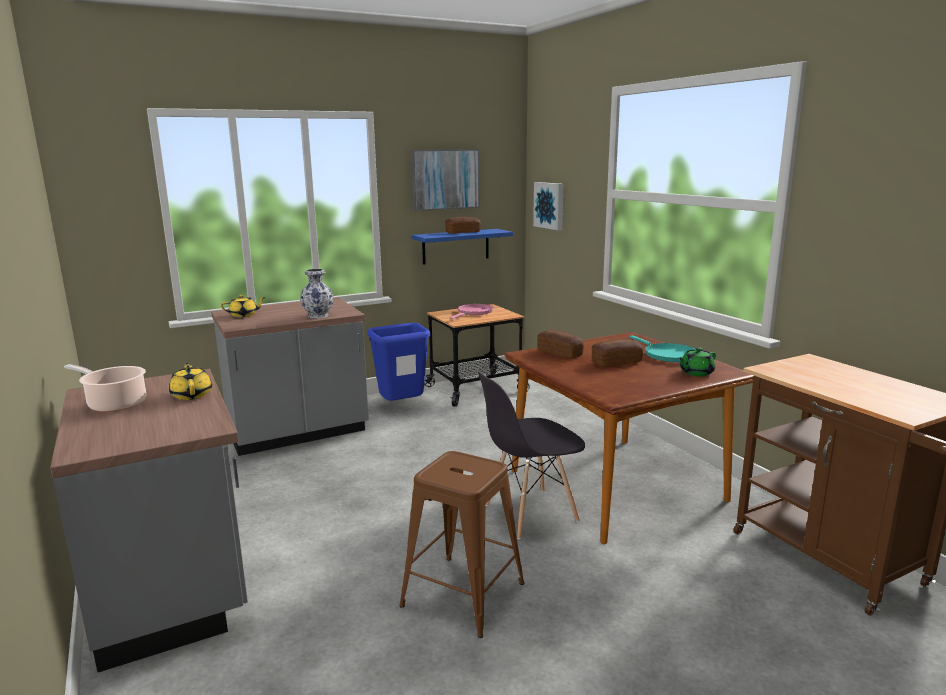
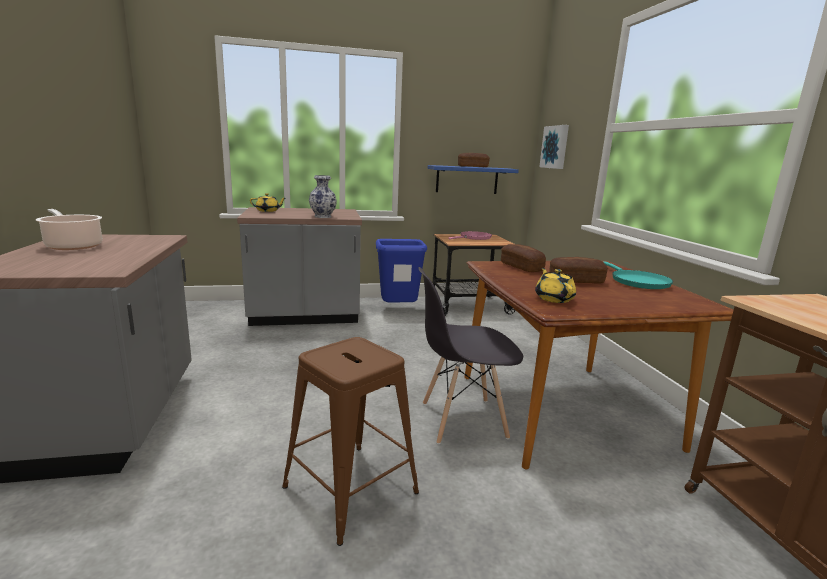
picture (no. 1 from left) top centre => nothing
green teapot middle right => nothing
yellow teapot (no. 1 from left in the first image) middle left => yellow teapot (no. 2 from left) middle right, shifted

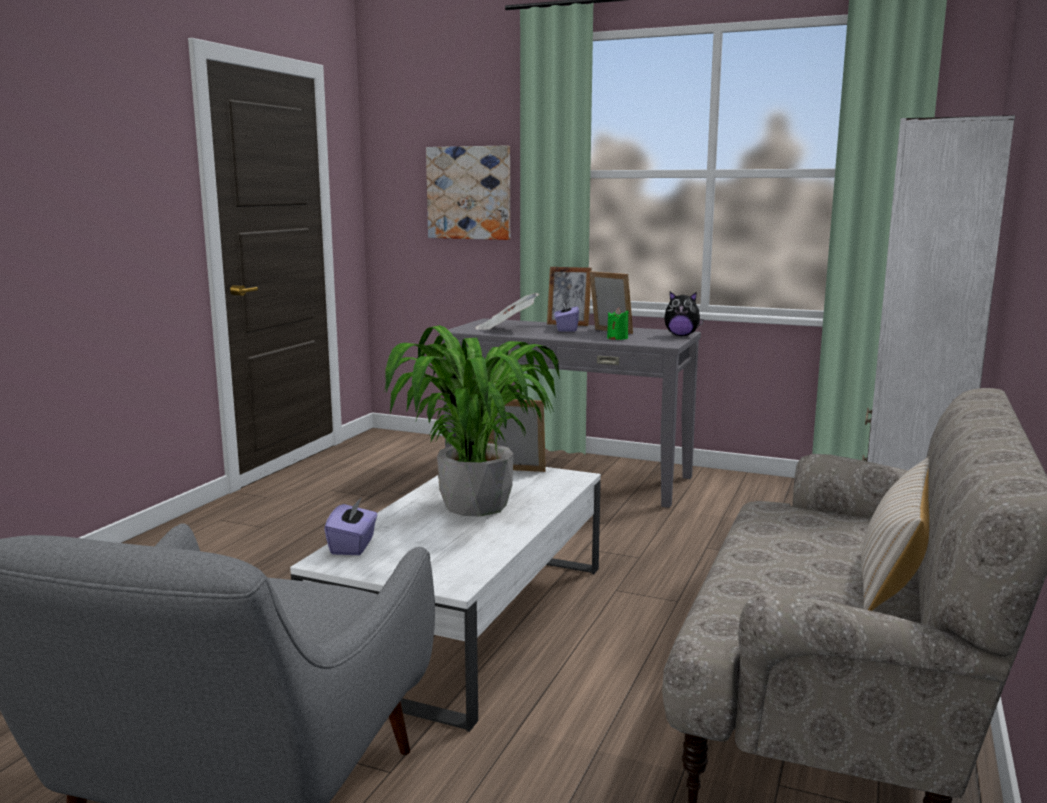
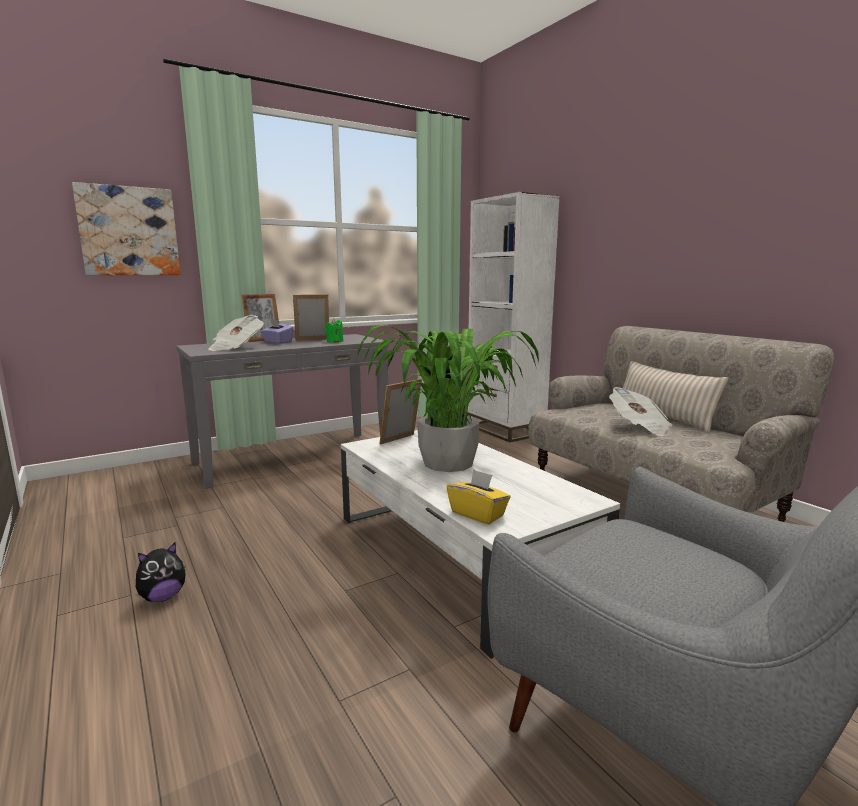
plush toy centre => plush toy bottom left, shifted
purple tissue box (no. 1 from left) centre => yellow tissue box centre
nothing => newspaper (no. 2 from left) middle right

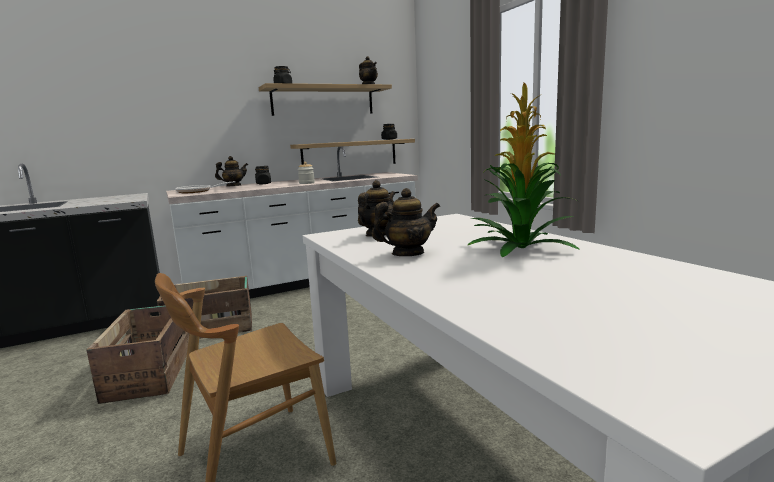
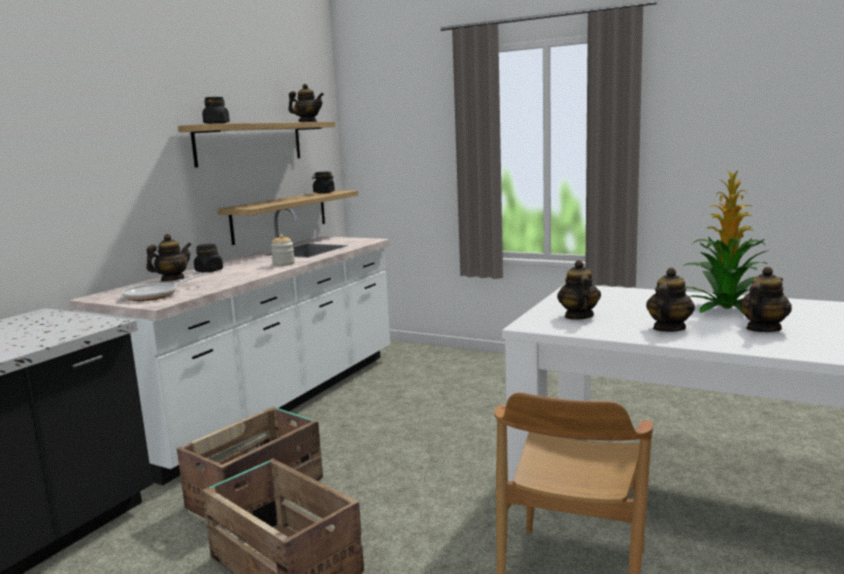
nothing => teapot (no. 5 from left) middle right

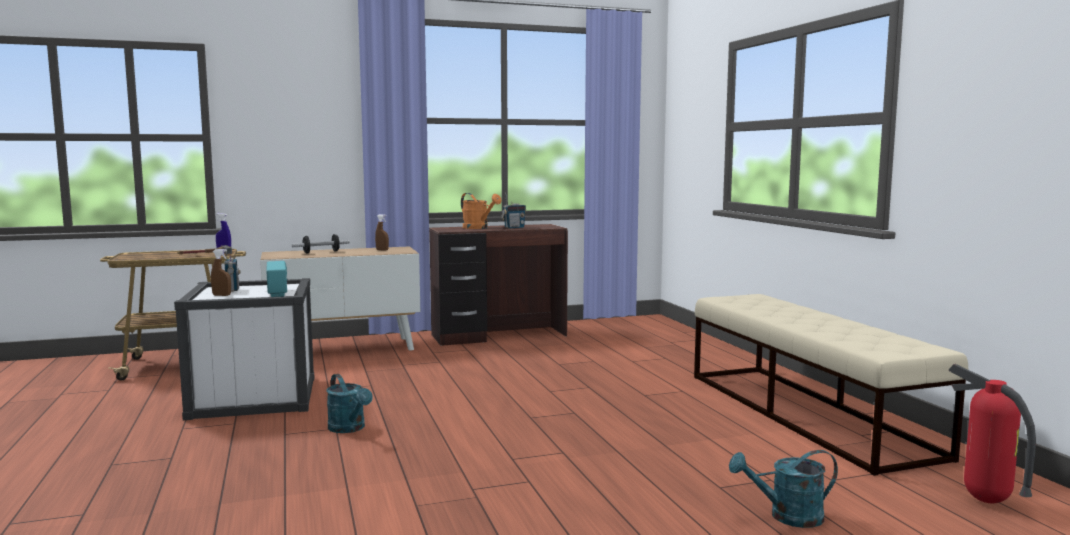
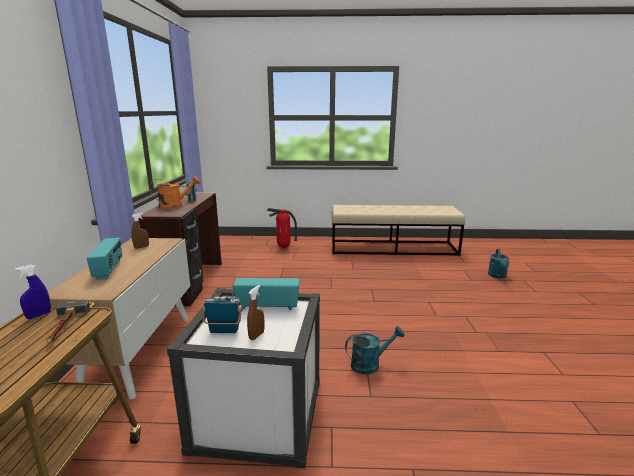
dumbbell middle left => radio (no. 1 from left) middle left
fire extinguisher bottom right => fire extinguisher centre, shifted

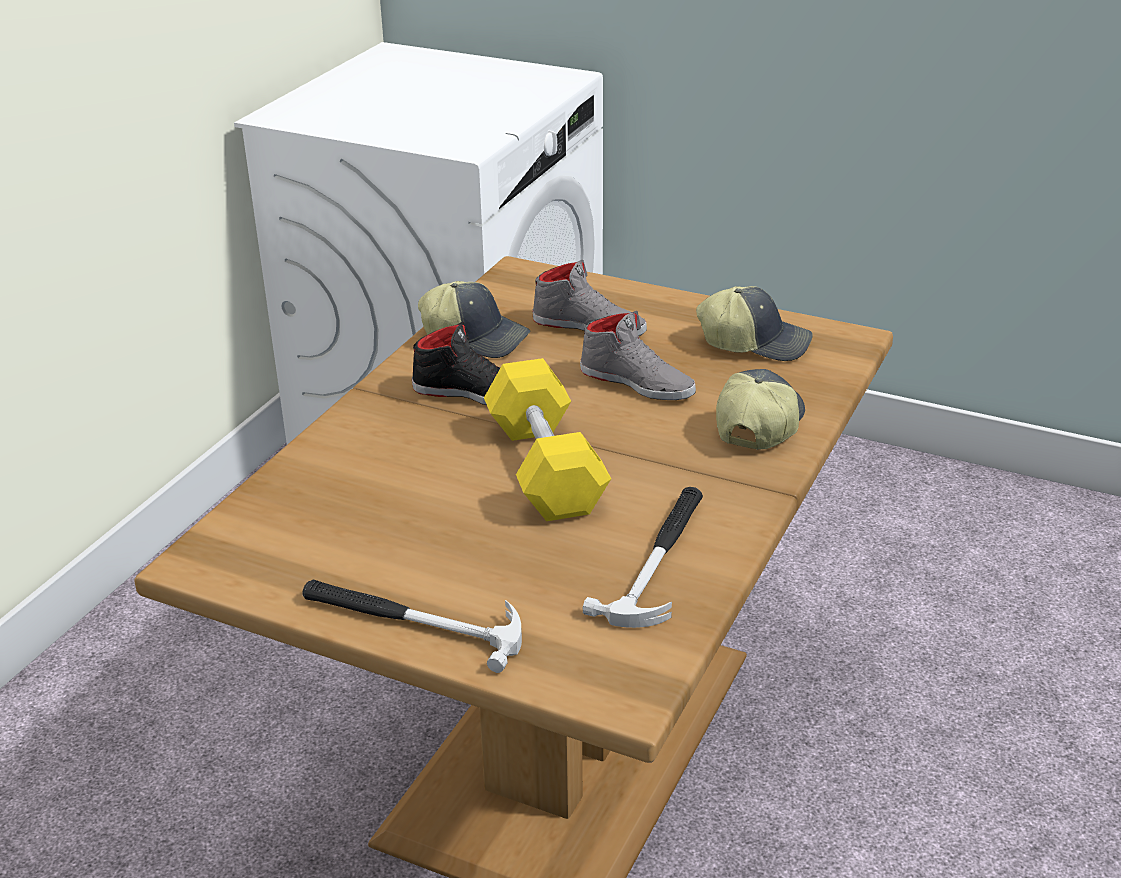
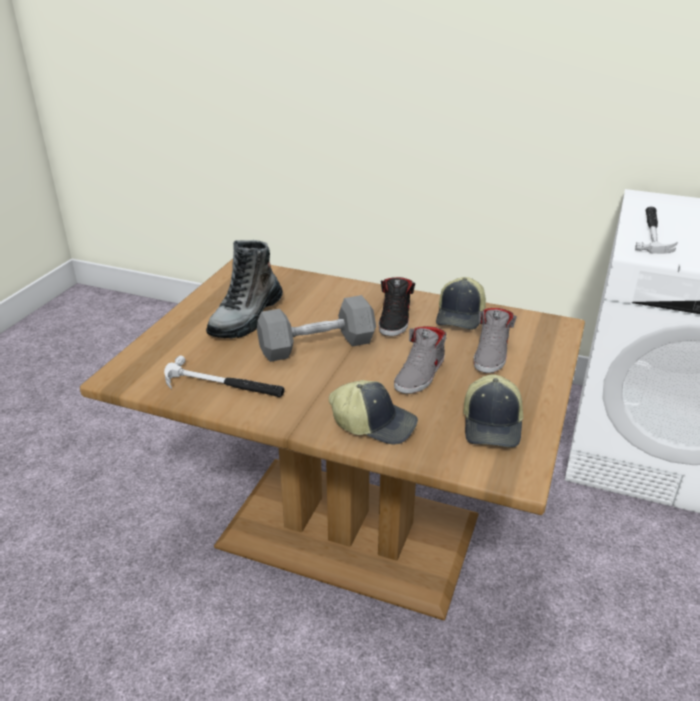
yellow dumbbell centre => grey dumbbell centre
hammer (no. 1 from left in the first image) bottom centre => hammer (no. 2 from left) top right, shifted
nothing => boot centre

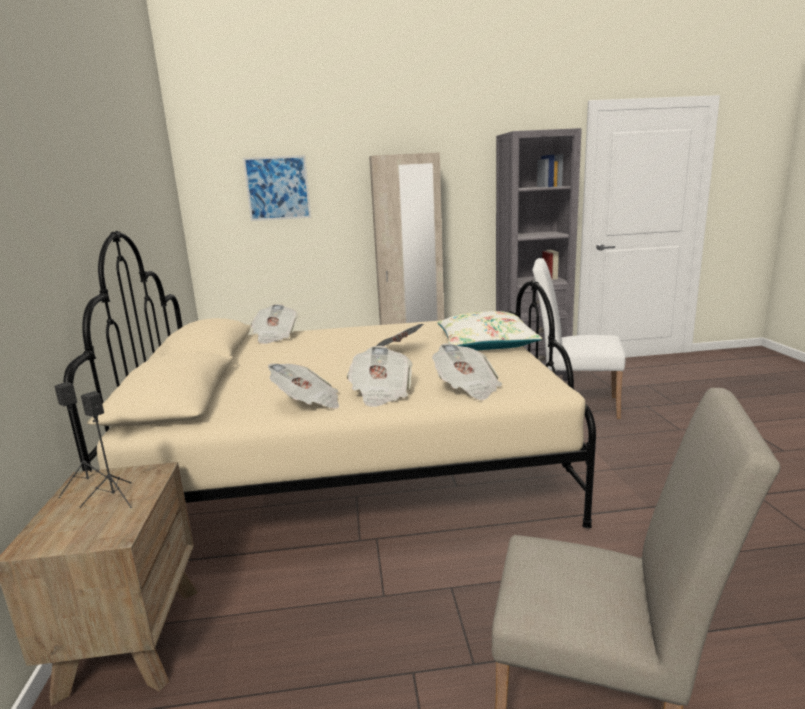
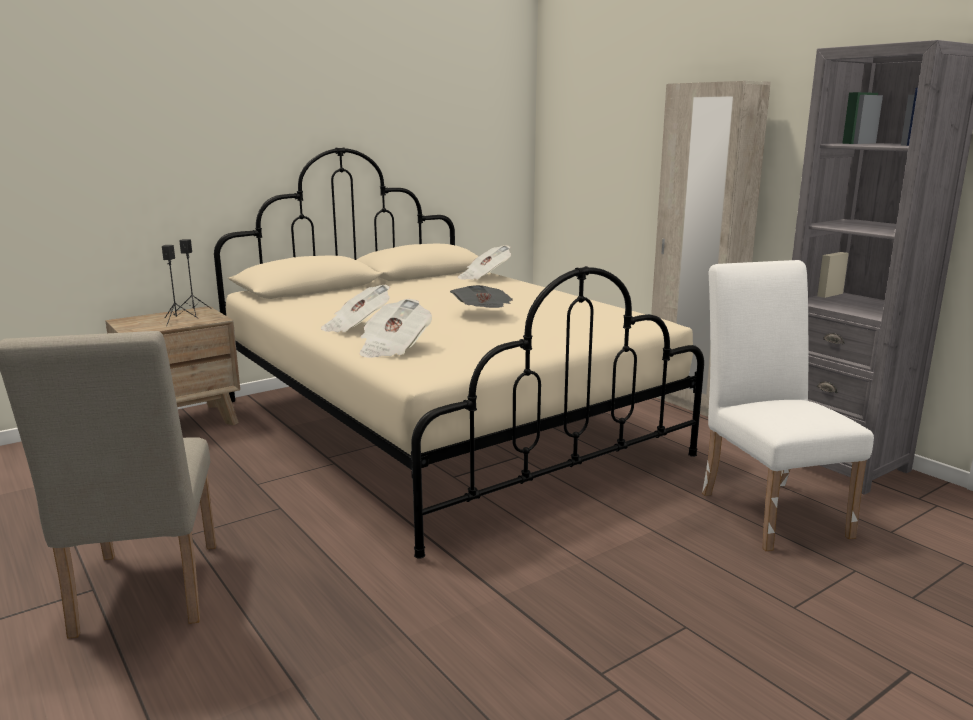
picture top centre => nothing
white pillow centre => nothing
newspaper (no. 2 from left) centre => nothing

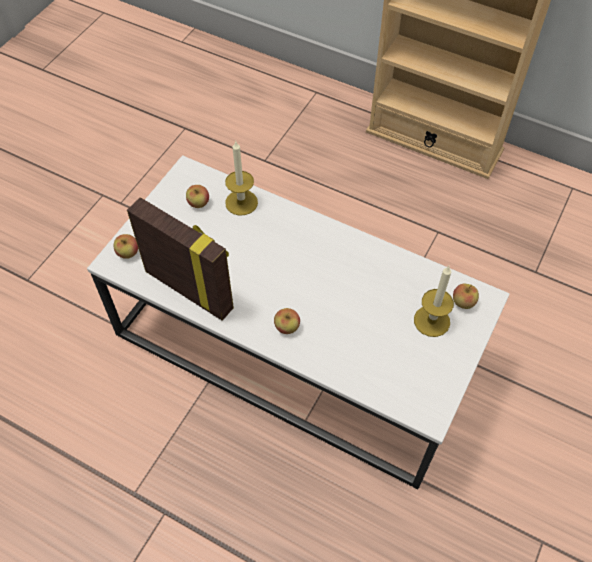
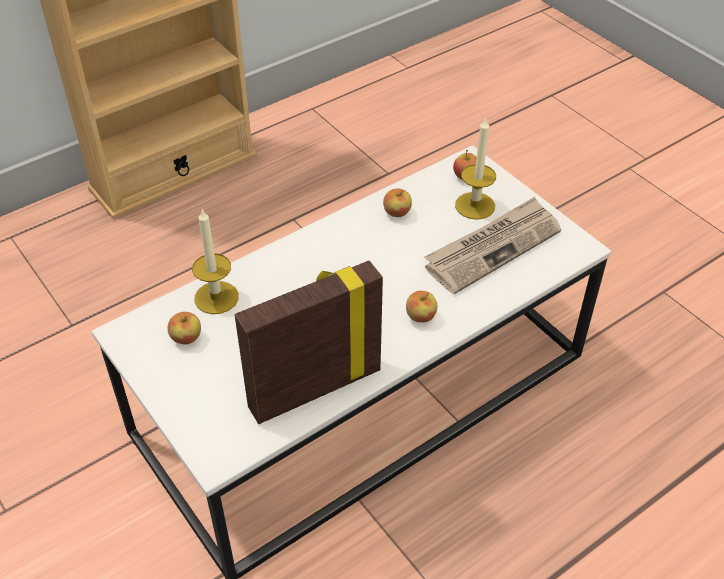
apple (no. 1 from left in the first image) middle left => apple (no. 2 from left) centre, shifted
nothing => newspaper middle right

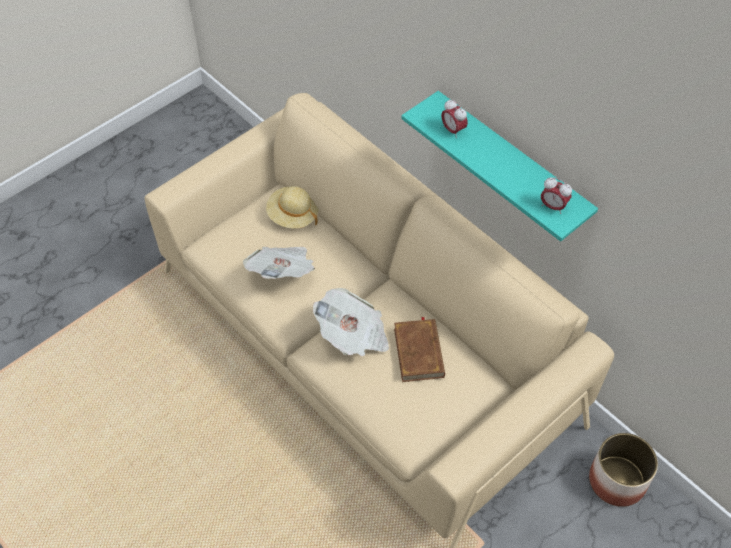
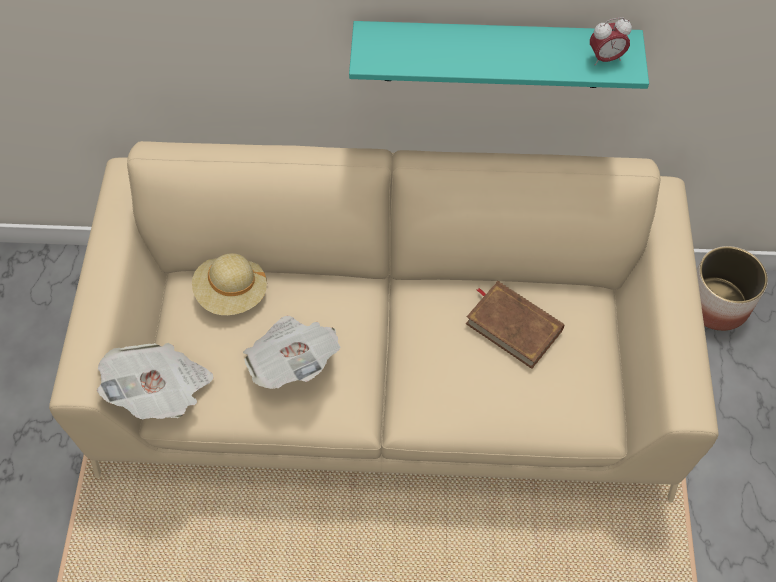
alarm clock (no. 1 from left) top centre => nothing
newspaper (no. 2 from left in the first image) centre => newspaper (no. 1 from left) middle left, shifted

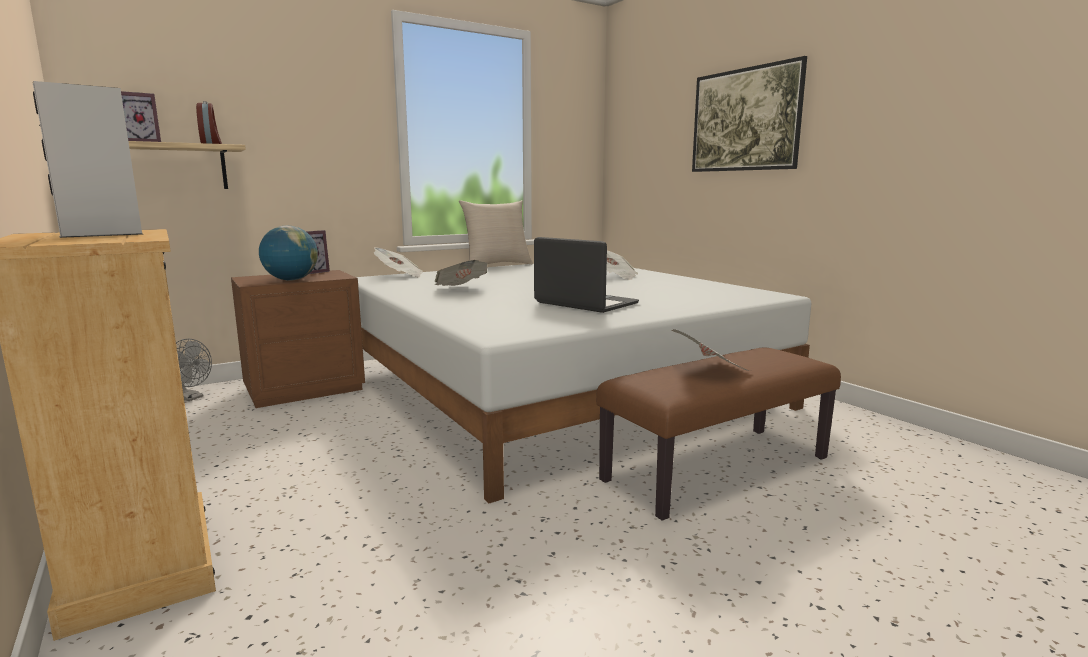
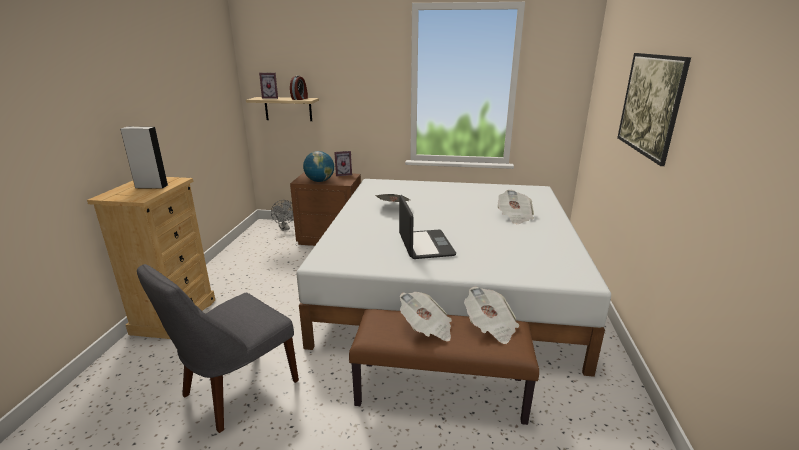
beige pillow centre => nothing
newspaper (no. 1 from left in the first image) centre => newspaper (no. 3 from left) bottom centre, shifted
nothing => grey chair bottom left

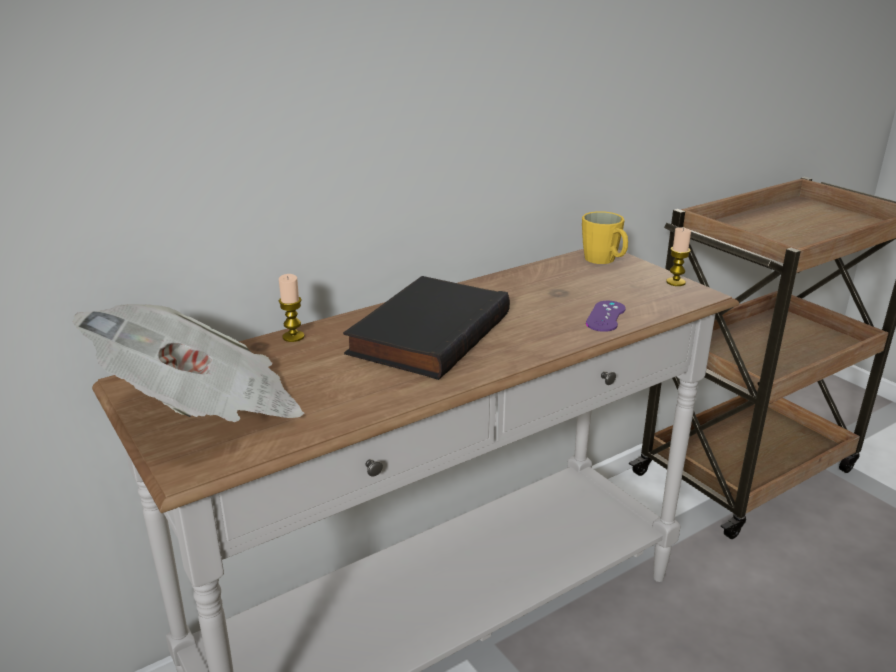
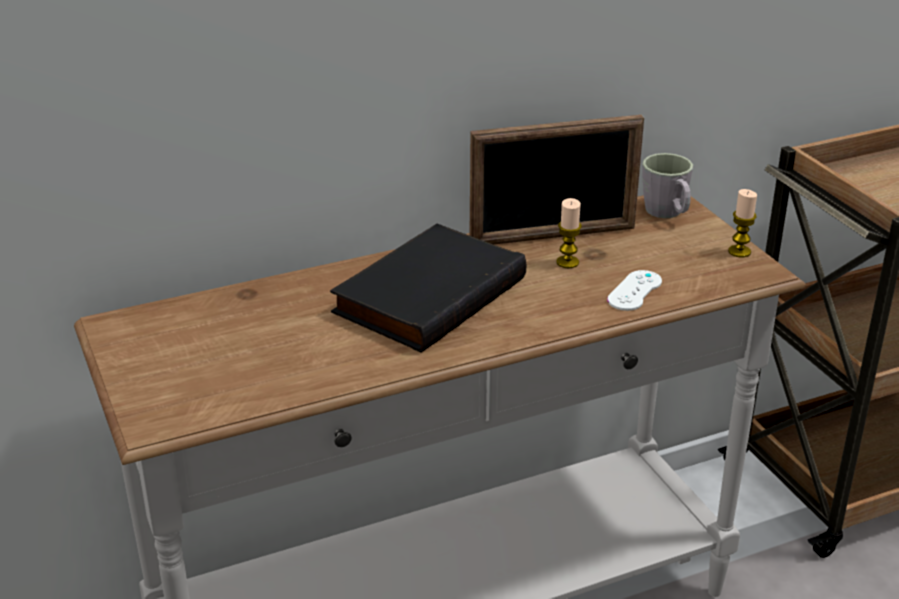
yellow mug middle right => grey mug top right
candle (no. 1 from left) middle left => candle (no. 1 from left) centre, shifted
purple game controller middle right => white game controller middle right
newspaper middle left => nothing
nothing => picture frame top centre

